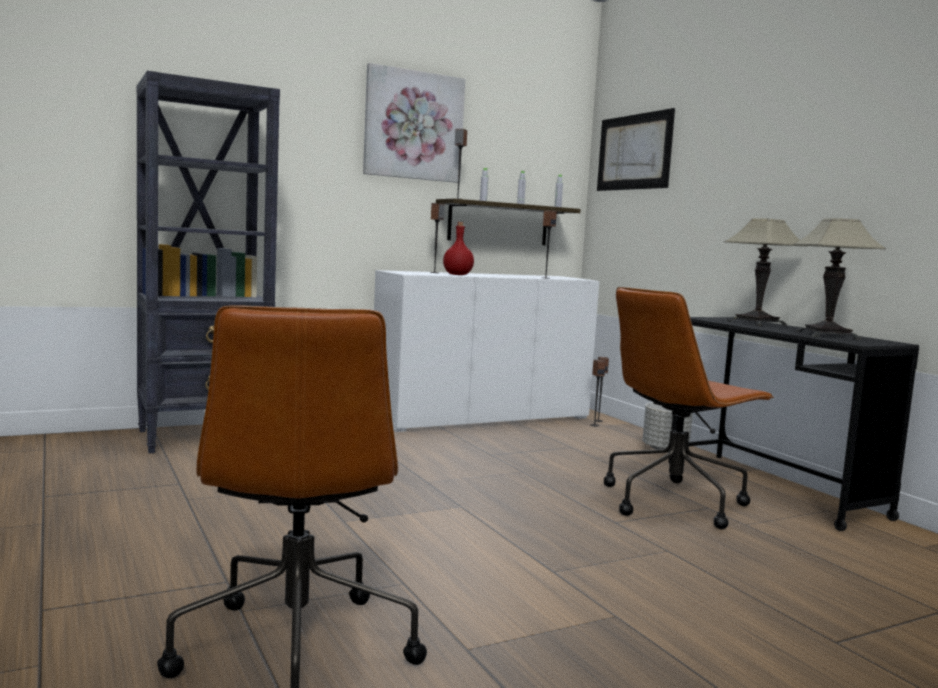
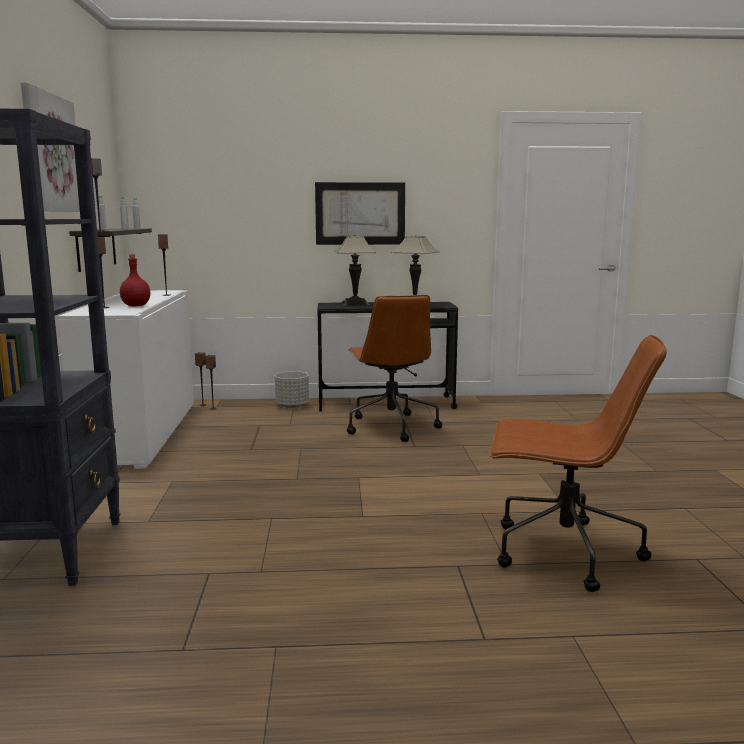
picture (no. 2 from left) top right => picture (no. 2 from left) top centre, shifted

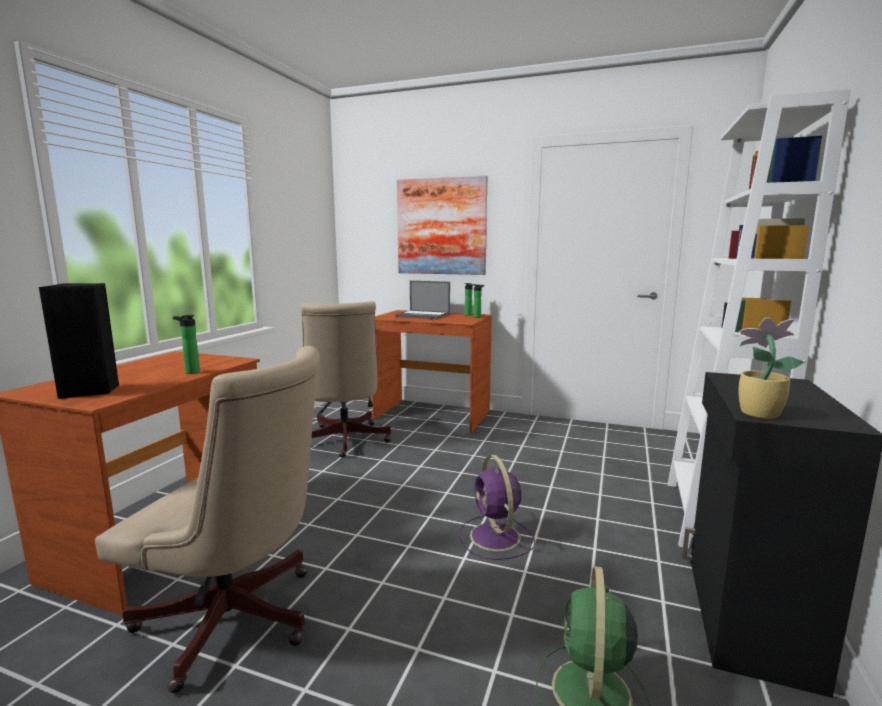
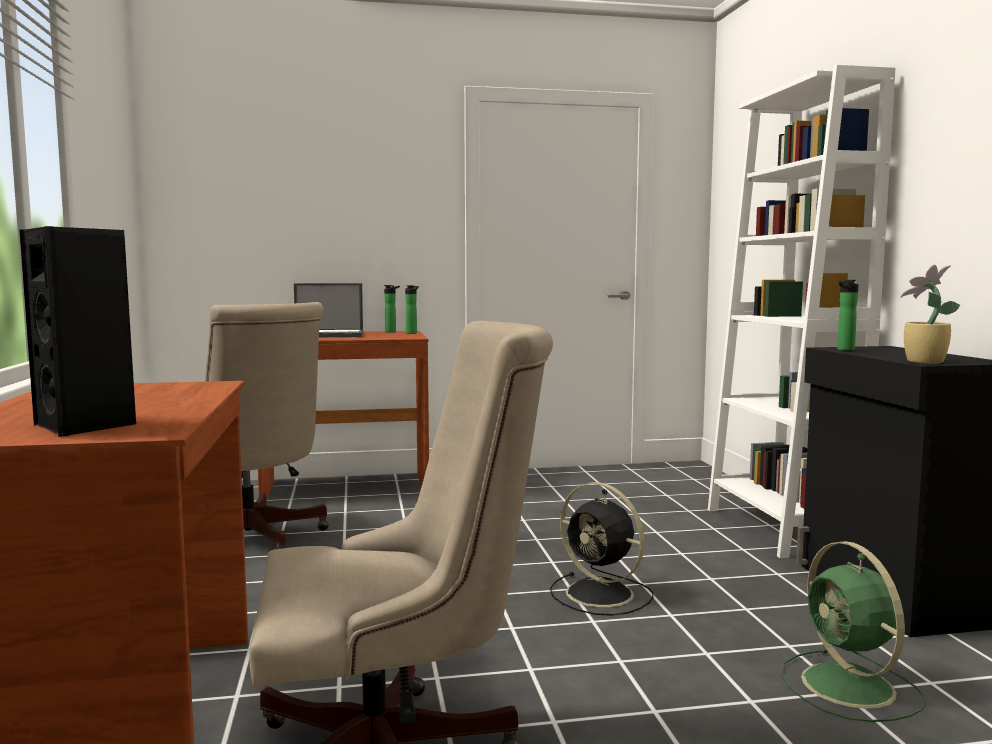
picture top centre => nothing
bottle (no. 1 from left in the first image) middle left => bottle (no. 3 from left) middle right, shifted
purple fan bottom centre => black fan bottom centre

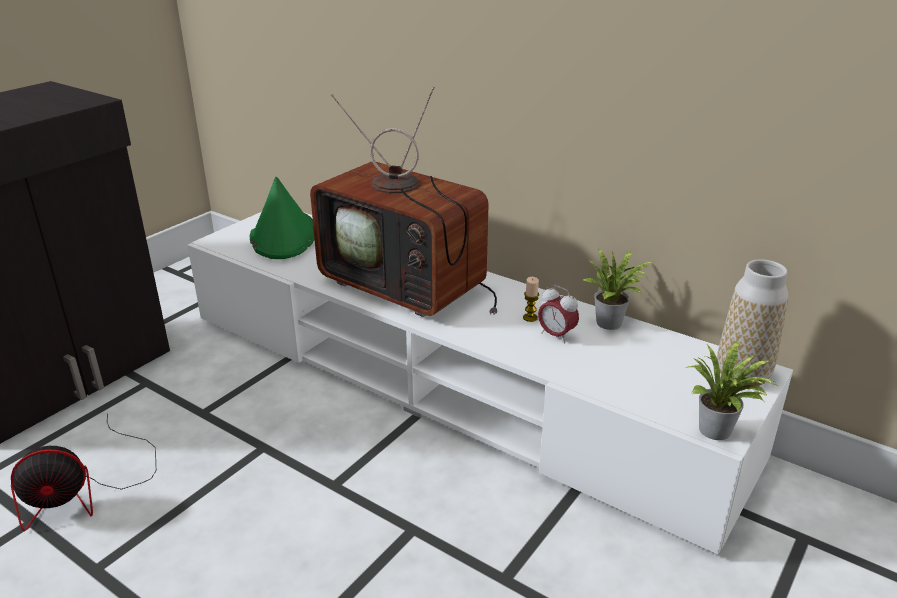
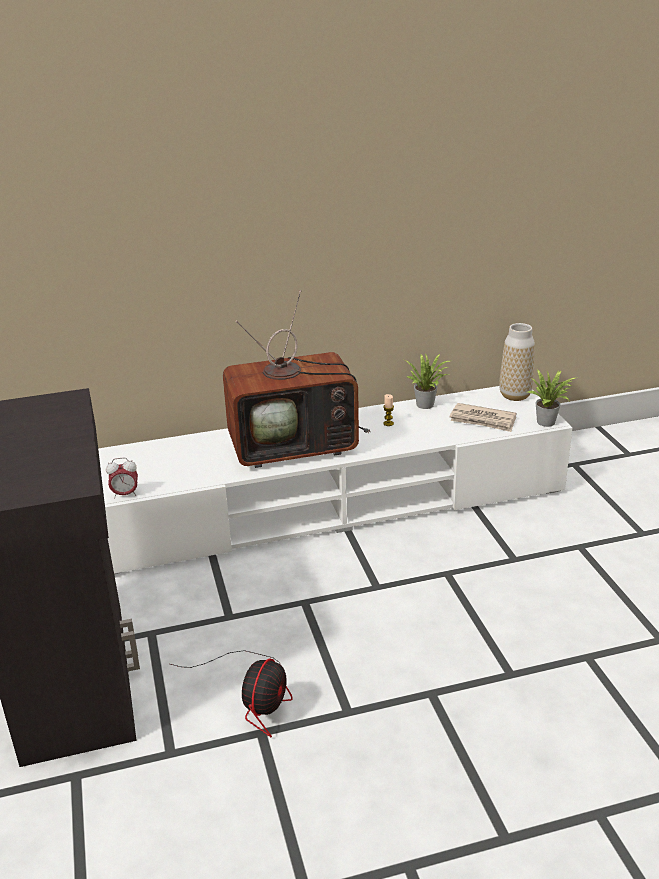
green hat middle left => nothing
alarm clock centre => alarm clock middle left, shifted
nothing => newspaper middle right

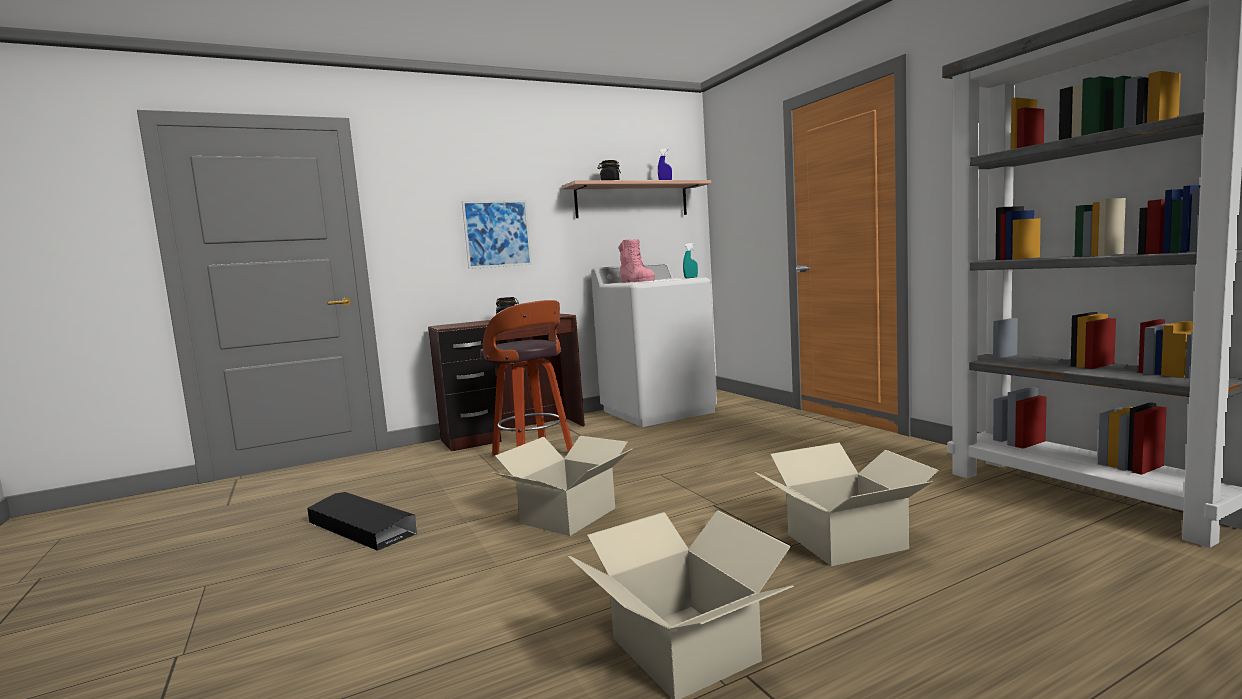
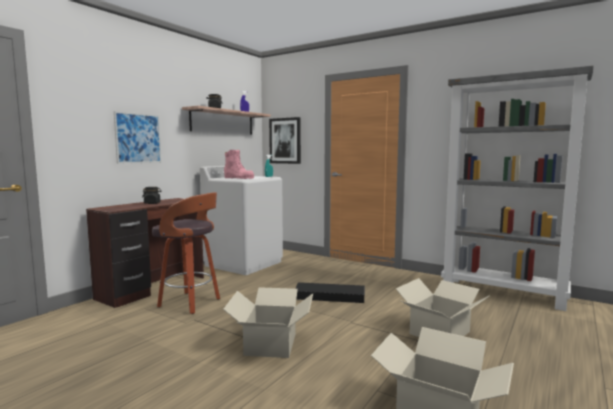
black storage box bottom left => black storage box bottom centre, shifted
nothing => picture (no. 2 from left) centre

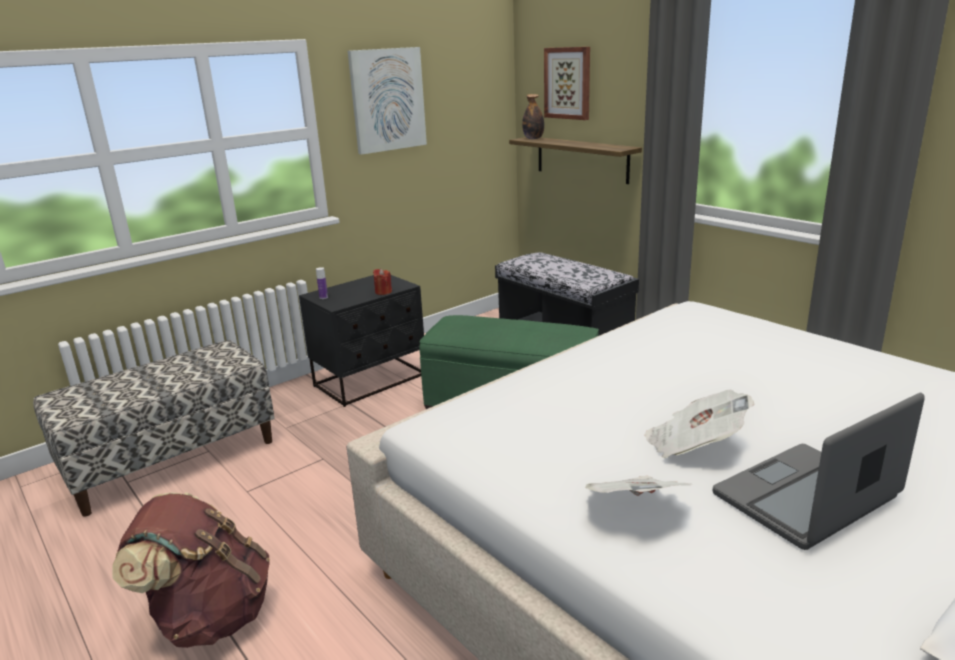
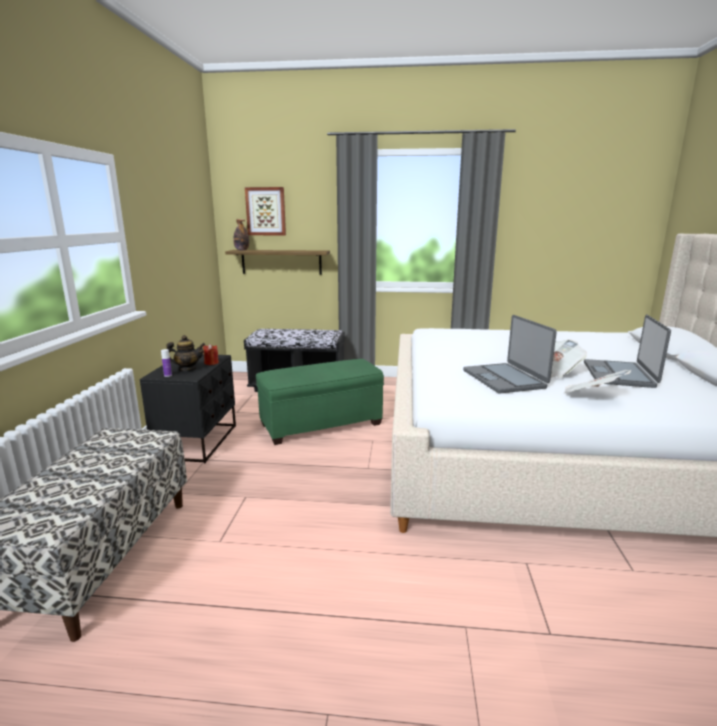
picture (no. 1 from left) top centre => nothing
brown backpack bottom left => nothing
nothing => laptop (no. 1 from left) middle right
nothing => teapot middle left

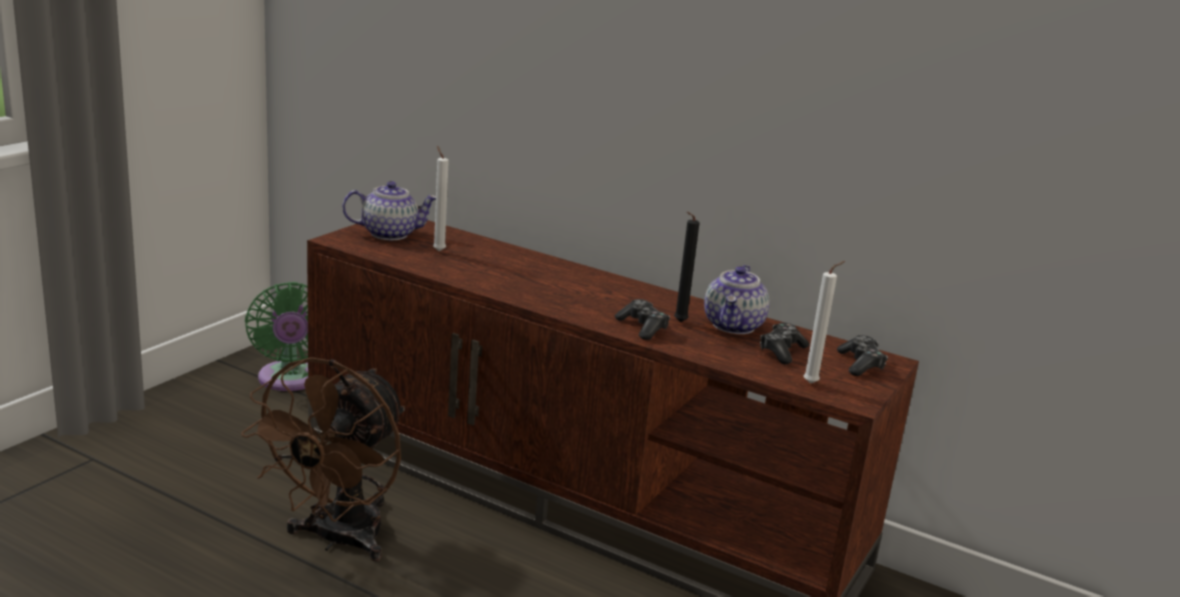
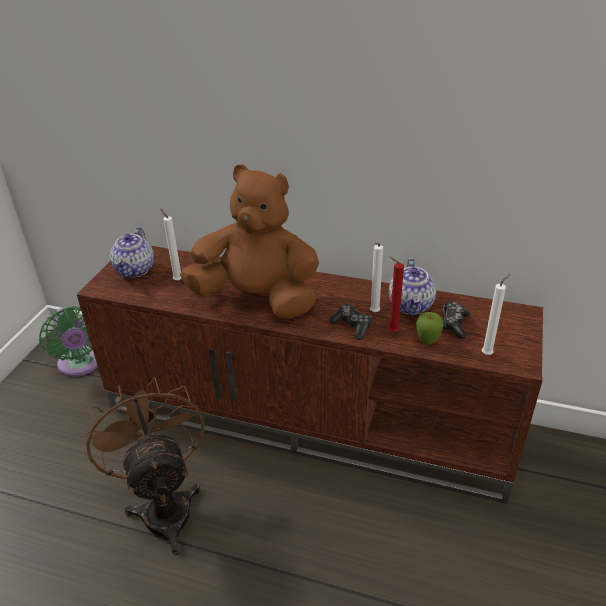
teapot (no. 1 from left) middle left, 120 degrees clockwise
black candle centre => white candle (no. 2 from left) centre
game controller (no. 3 from left) middle right => nothing
brown fan bottom left, 150 degrees clockwise
nothing => brown plush toy centre
nothing => red candle centre
nothing => apple middle right

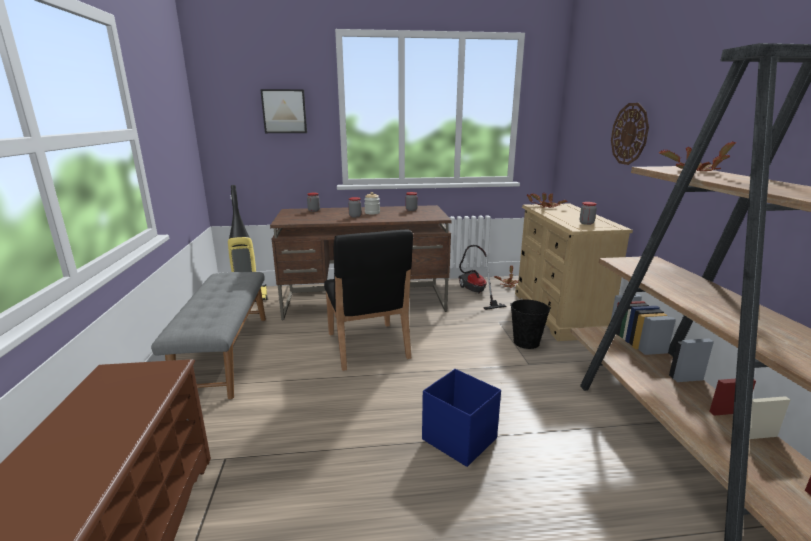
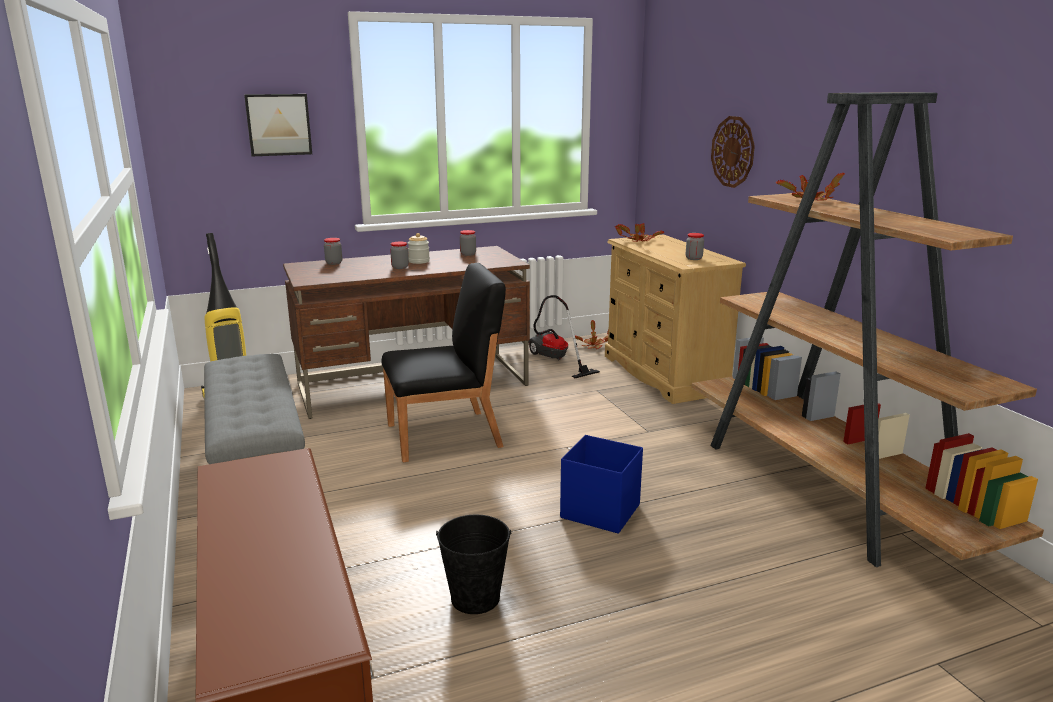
black chair centre, 75 degrees counterclockwise
black bucket centre => black bucket bottom centre, shifted

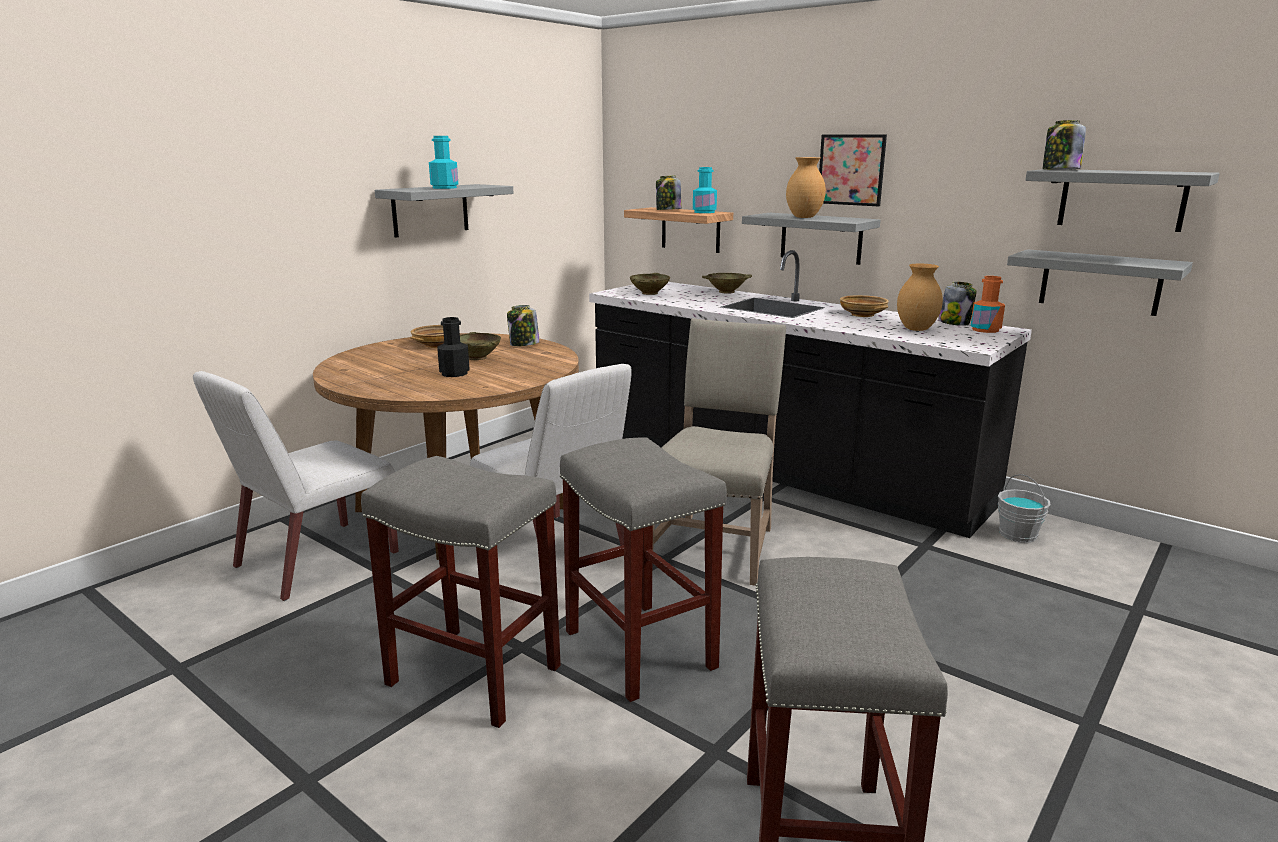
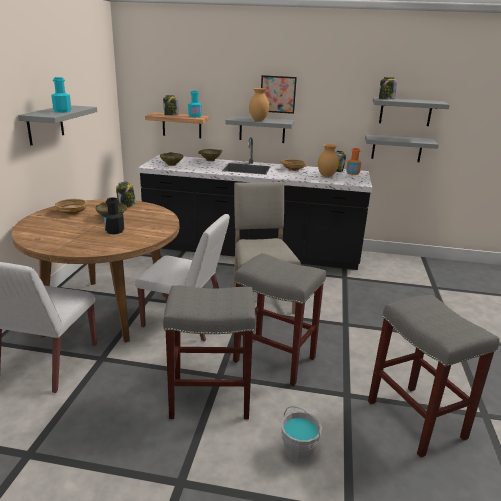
grey bucket middle right => grey bucket bottom centre, shifted

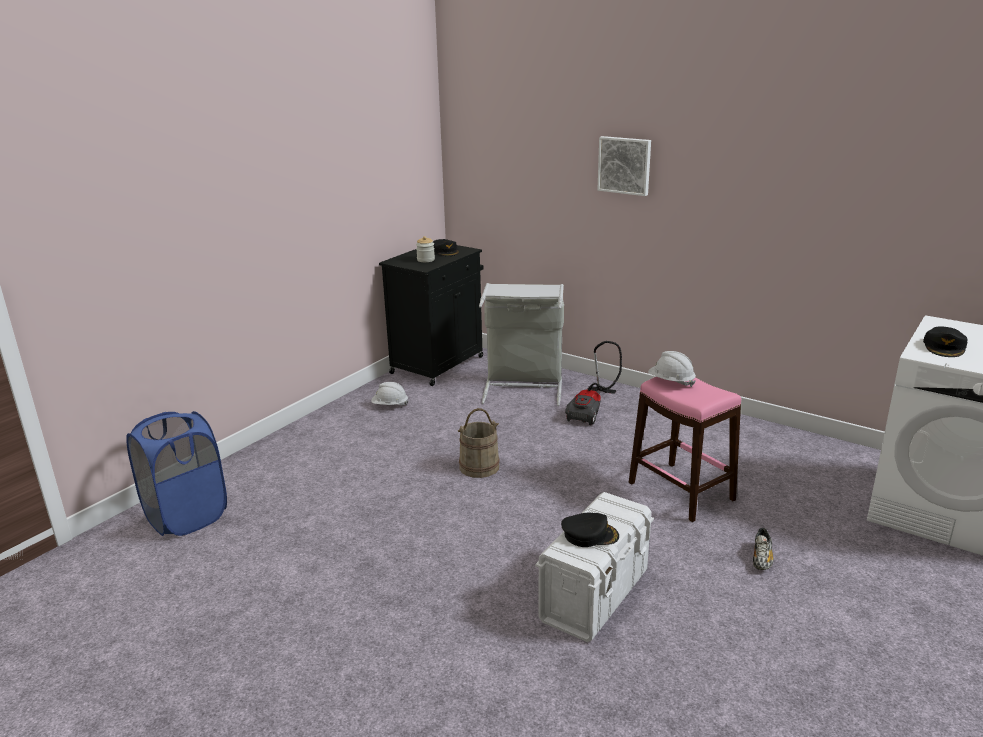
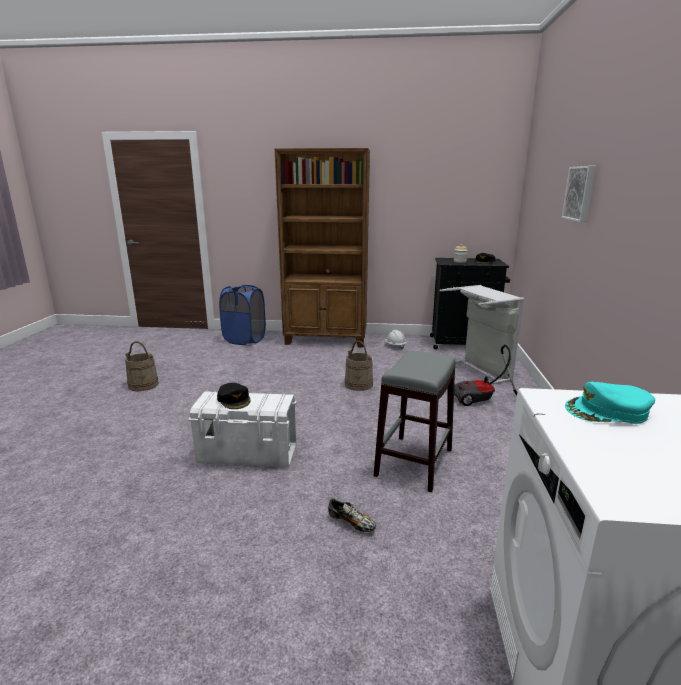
black cap (no. 3 from left) middle right => turquoise cap middle right
white hard hat (no. 2 from left) middle right => nothing
pink stool middle right => grey stool centre
shoe bottom right => shoe bottom centre, 135 degrees counterclockwise
nothing => brown bookcase centre
nothing => beige bucket (no. 1 from left) middle left

